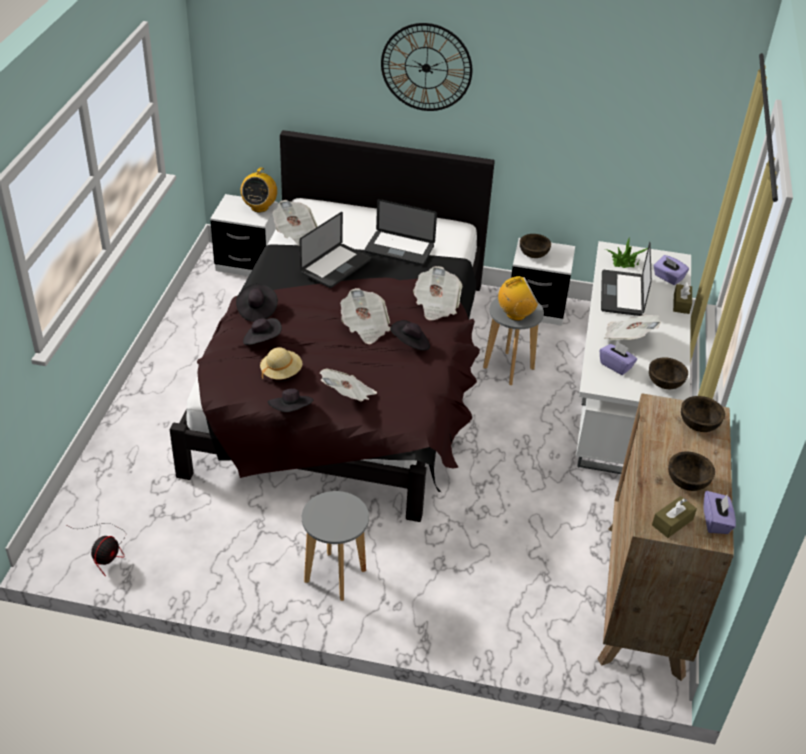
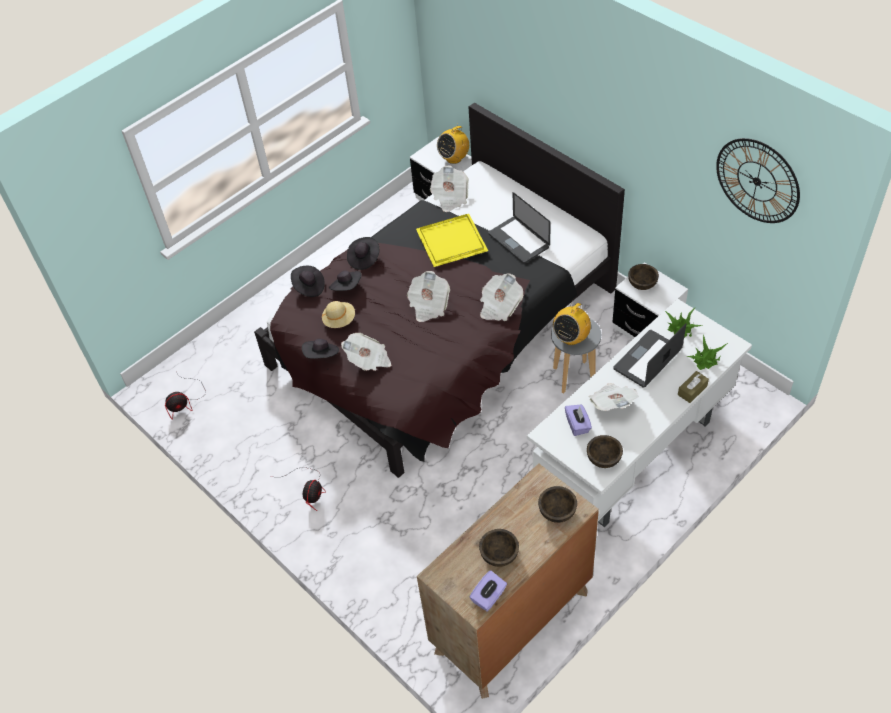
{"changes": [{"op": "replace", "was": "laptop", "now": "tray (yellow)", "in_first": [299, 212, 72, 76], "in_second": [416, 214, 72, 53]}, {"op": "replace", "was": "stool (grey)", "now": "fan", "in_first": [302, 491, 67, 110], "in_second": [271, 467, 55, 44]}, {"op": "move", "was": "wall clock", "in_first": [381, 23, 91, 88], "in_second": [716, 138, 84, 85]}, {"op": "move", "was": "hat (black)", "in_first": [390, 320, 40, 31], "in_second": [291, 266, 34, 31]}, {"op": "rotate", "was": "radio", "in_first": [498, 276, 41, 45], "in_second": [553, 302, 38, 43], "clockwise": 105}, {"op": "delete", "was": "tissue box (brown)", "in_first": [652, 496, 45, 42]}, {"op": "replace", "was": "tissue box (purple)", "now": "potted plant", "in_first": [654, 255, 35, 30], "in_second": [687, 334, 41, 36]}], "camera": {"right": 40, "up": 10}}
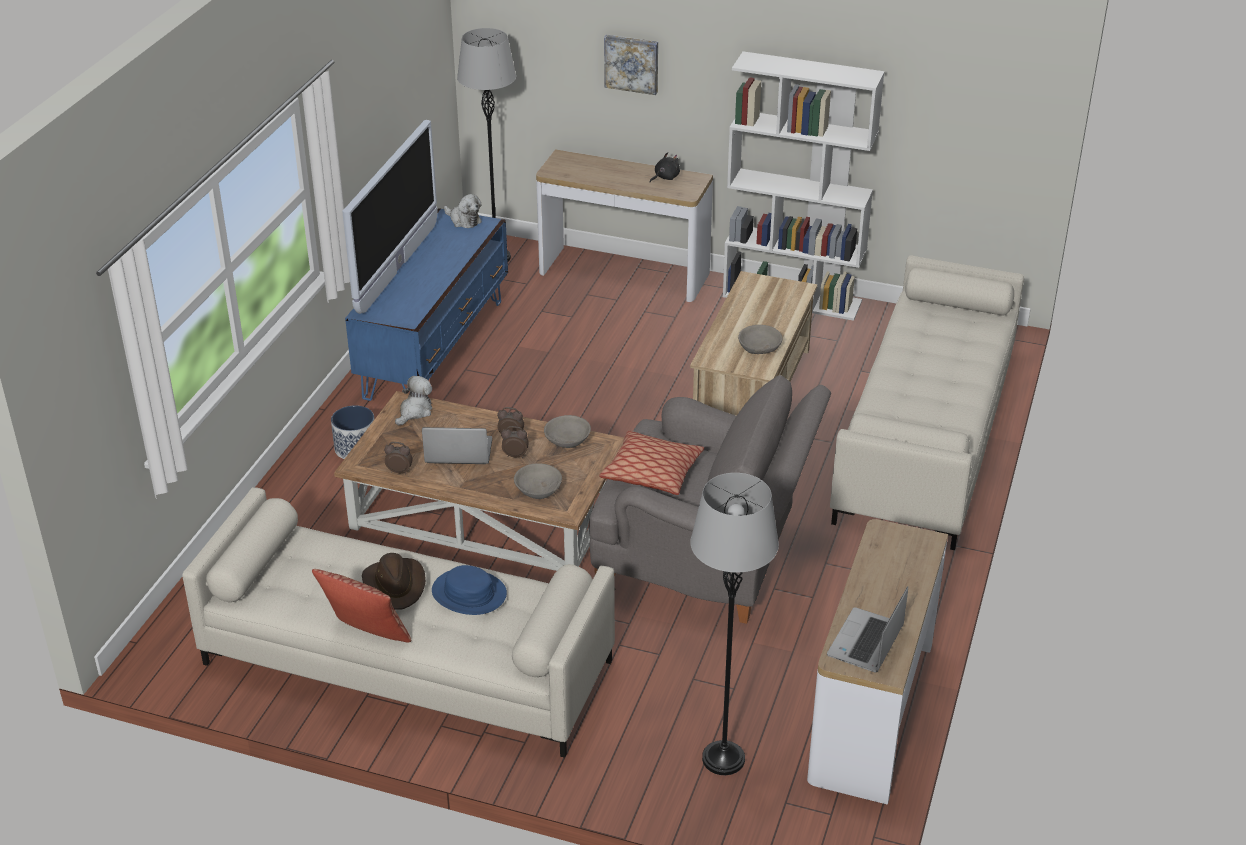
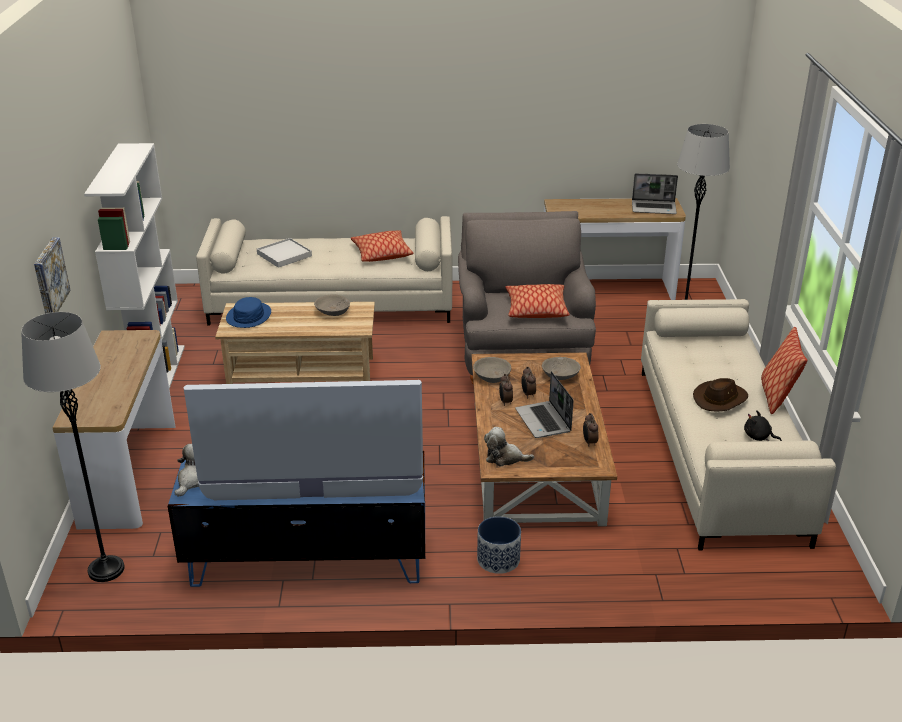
{"changes": [{"op": "move", "was": "hat (blue)", "in_first": [432, 565, 75, 50], "in_second": [226, 297, 45, 31]}, {"op": "move", "was": "plush toy (black)", "in_first": [650, 152, 30, 30], "in_second": [744, 410, 38, 31]}, {"op": "insert", "now": "tray (white)", "in_second": [257, 238, 55, 30]}, {"op": "insert", "now": "pillow", "in_second": [351, 230, 63, 32]}], "camera": {"right": -110, "up": -5}}
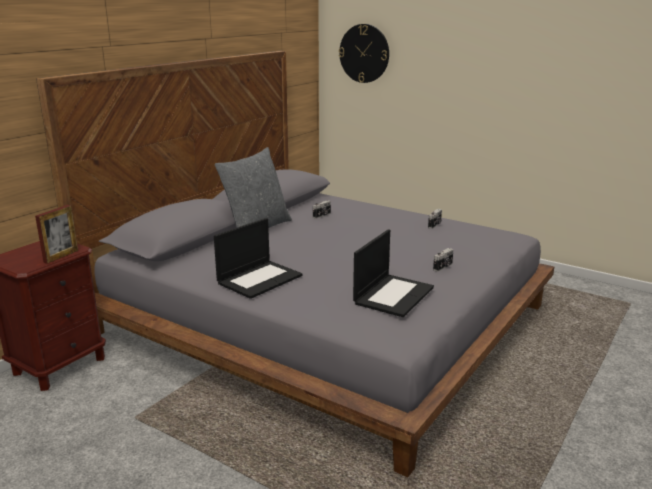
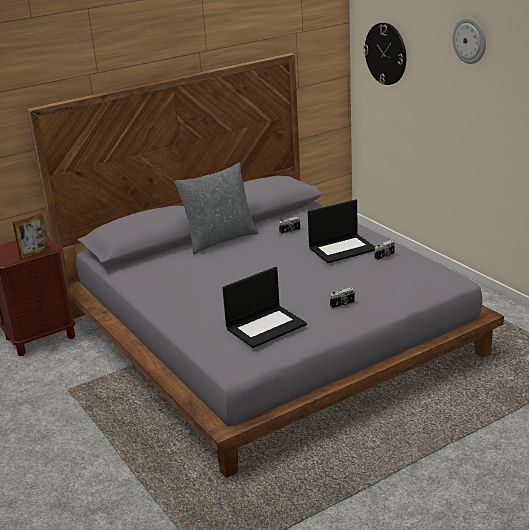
{"changes": [{"op": "move", "was": "laptop", "in_first": [214, 218, 88, 81], "in_second": [308, 199, 67, 64]}, {"op": "insert", "now": "wall clock", "in_second": [452, 18, 34, 46]}], "camera": {"right": 25, "up": 5}}
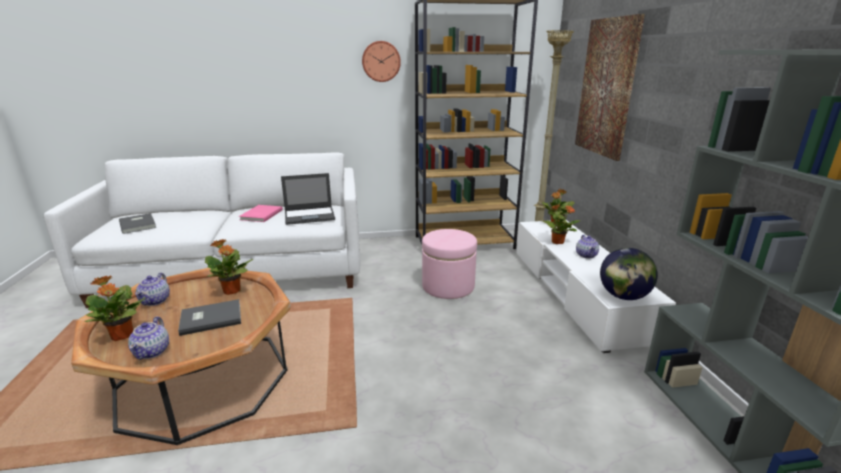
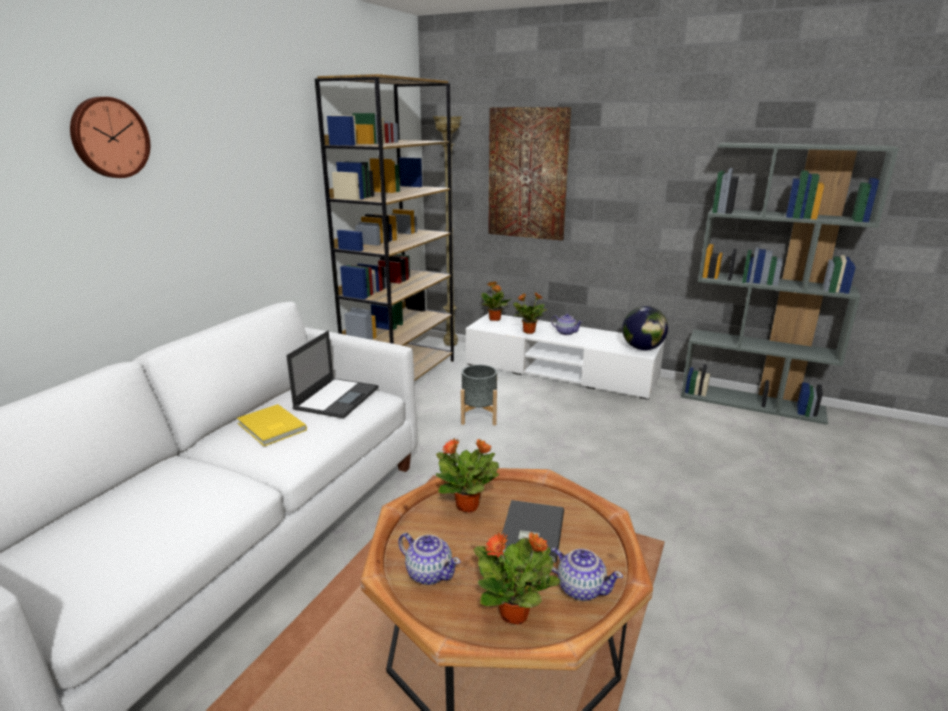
{"changes": [{"op": "delete", "was": "book (grey)", "in_first": [119, 213, 37, 21]}, {"op": "recolor", "was": "book (pink)", "now": "book (yellow)", "in_first": [239, 205, 44, 17], "in_second": [237, 404, 70, 42]}, {"op": "move", "was": "wall clock", "in_first": [362, 41, 39, 41], "in_second": [70, 97, 80, 81]}, {"op": "replace", "was": "ottoman (pink)", "now": "planter (grey)", "in_first": [422, 229, 55, 70], "in_second": [461, 365, 36, 60]}], "camera": {"right": -55, "up": 0}}
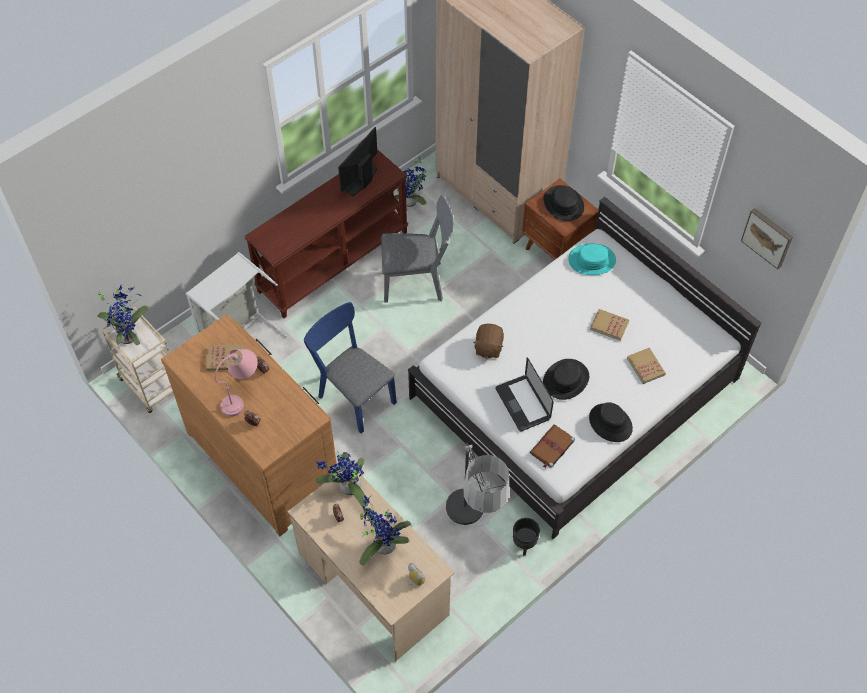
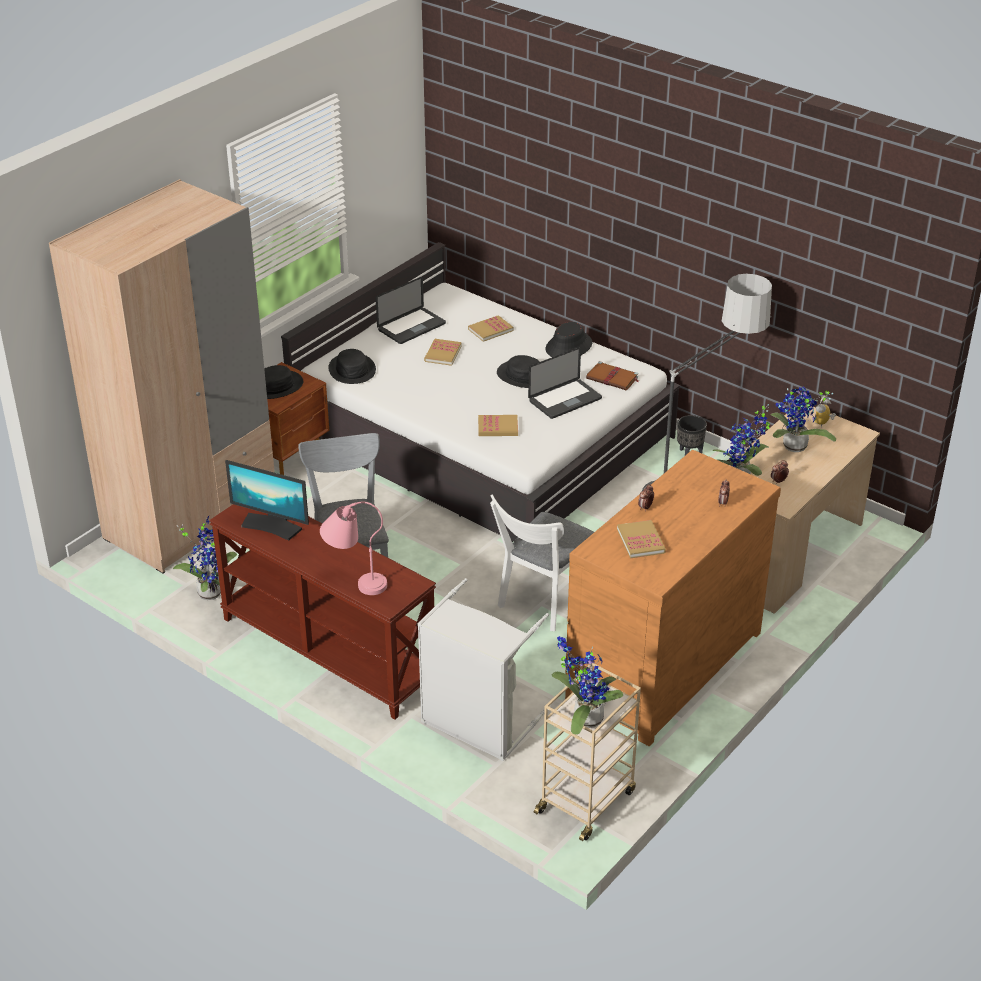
{"changes": [{"op": "move", "was": "table lamp (pink)", "in_first": [215, 349, 43, 68], "in_second": [320, 502, 67, 93]}, {"op": "recolor", "was": "chair (blue)", "now": "chair (white)", "in_first": [304, 302, 93, 132], "in_second": [490, 494, 104, 137]}, {"op": "replace", "was": "plush toy (brown)", "now": "book", "in_first": [473, 324, 31, 35], "in_second": [478, 415, 40, 21]}, {"op": "recolor", "was": "hat (turquoise)", "now": "hat (black)", "in_first": [568, 244, 48, 31], "in_second": [328, 349, 48, 35]}, {"op": "delete", "was": "picture", "in_first": [741, 208, 52, 62]}, {"op": "insert", "now": "laptop", "in_second": [376, 277, 70, 67]}], "camera": {"right": -100, "up": -20}}
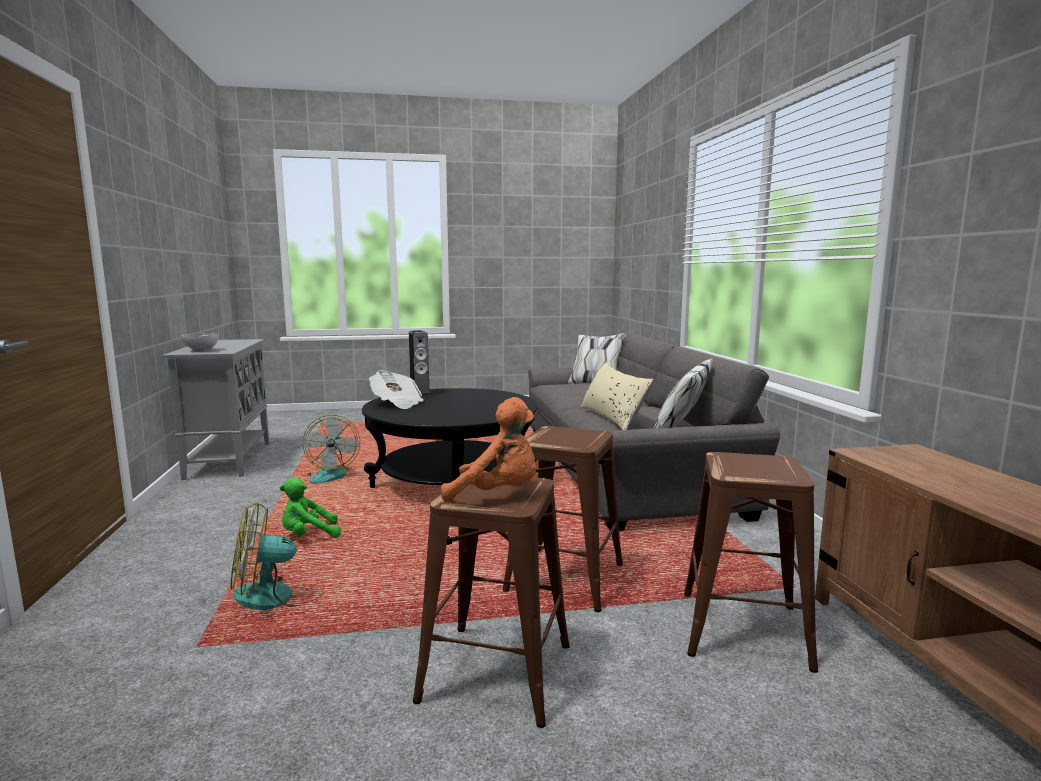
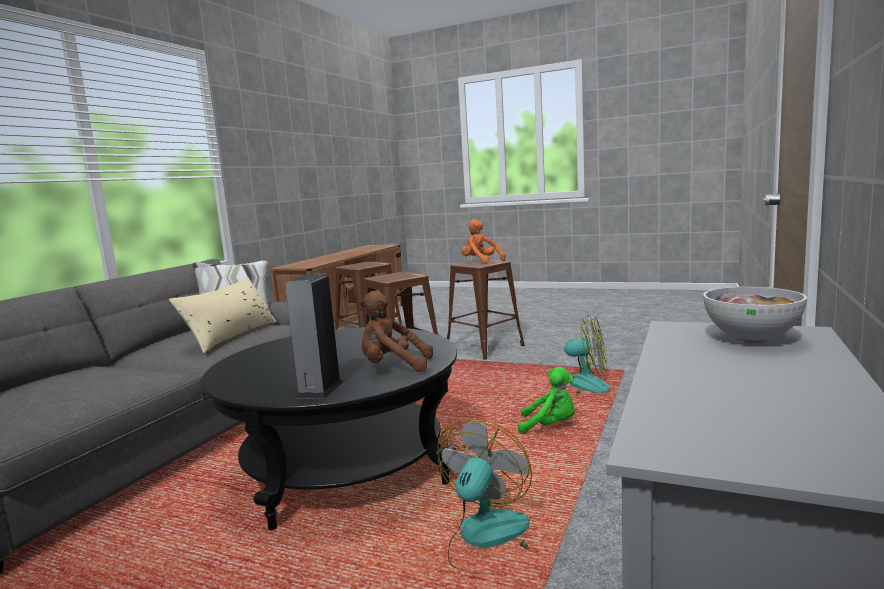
{"changes": [{"op": "replace", "was": "newspaper", "now": "plush toy (brown)", "in_first": [369, 370, 55, 39], "in_second": [360, 291, 73, 81]}], "camera": {"right": -145, "up": 0}}
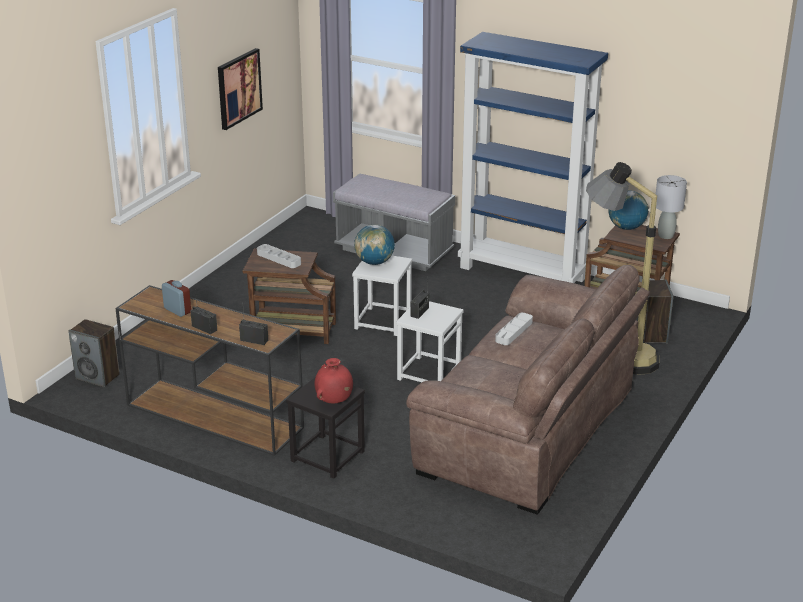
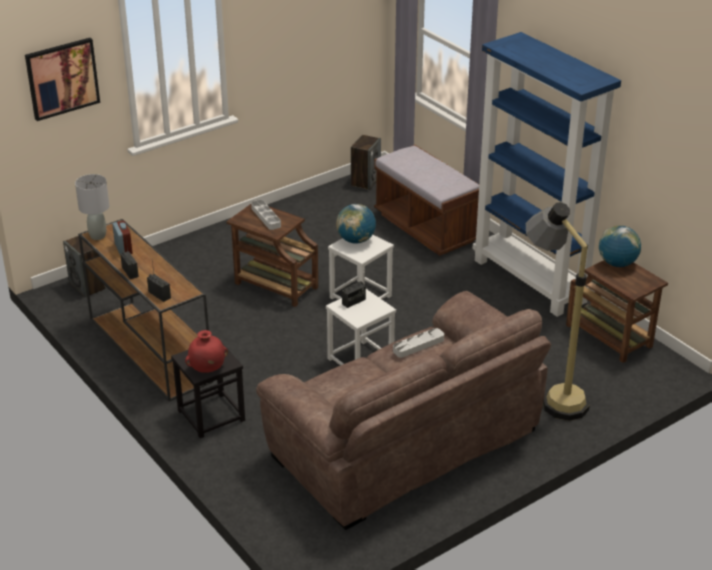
{"changes": [{"op": "move", "was": "picture", "in_first": [218, 48, 45, 82], "in_second": [25, 38, 75, 83]}, {"op": "recolor", "was": "bench (grey)", "now": "bench (brown)", "in_first": [333, 174, 122, 97], "in_second": [374, 145, 105, 111]}, {"op": "move", "was": "speaker", "in_first": [643, 280, 31, 63], "in_second": [351, 135, 30, 55]}, {"op": "move", "was": "table lamp (grey)", "in_first": [656, 175, 31, 64], "in_second": [75, 174, 34, 66]}], "camera": {"right": 25, "up": 5}}
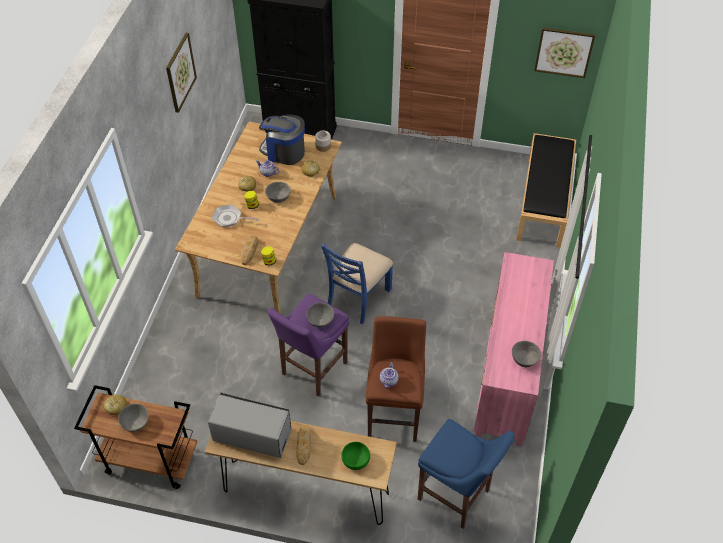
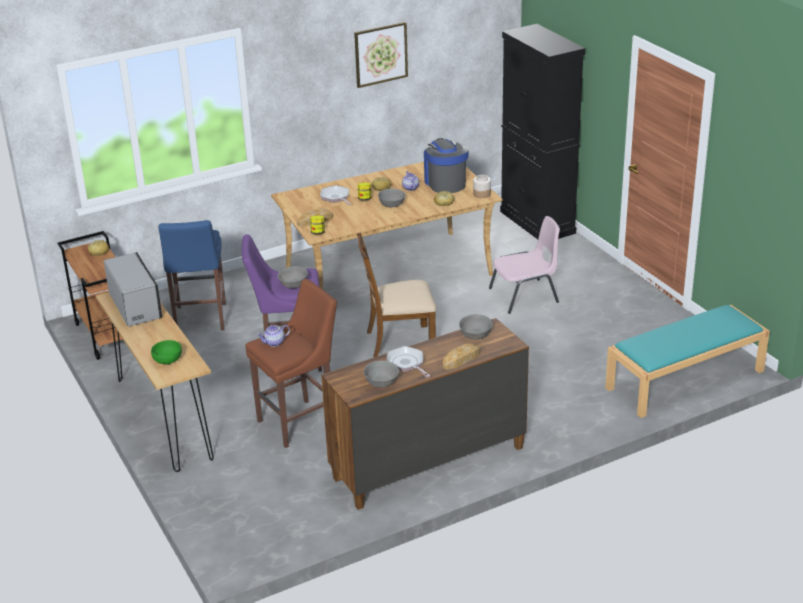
{"changes": [{"op": "move", "was": "bowl (grey)", "in_first": [118, 404, 31, 28], "in_second": [459, 314, 34, 25]}, {"op": "move", "was": "bread", "in_first": [296, 425, 15, 40], "in_second": [443, 344, 38, 25]}, {"op": "recolor", "was": "chair (blue)", "now": "chair (brown)", "in_first": [321, 243, 72, 81], "in_second": [357, 232, 80, 125]}, {"op": "move", "was": "stool (blue)", "in_first": [418, 419, 97, 110], "in_second": [158, 220, 68, 111]}, {"op": "recolor", "was": "dresser (pink)", "now": "dresser (brown)", "in_first": [474, 252, 80, 194], "in_second": [321, 318, 208, 192]}, {"op": "recolor", "was": "bench (black)", "now": "bench (turquoise)", "in_first": [516, 133, 60, 115], "in_second": [605, 305, 165, 113]}, {"op": "delete", "was": "picture", "in_first": [534, 27, 61, 51]}, {"op": "insert", "now": "frying pan", "in_second": [387, 346, 43, 31]}, {"op": "insert", "now": "chair (pink)", "in_second": [489, 216, 71, 98]}], "camera": {"right": 50, "up": -20}}
